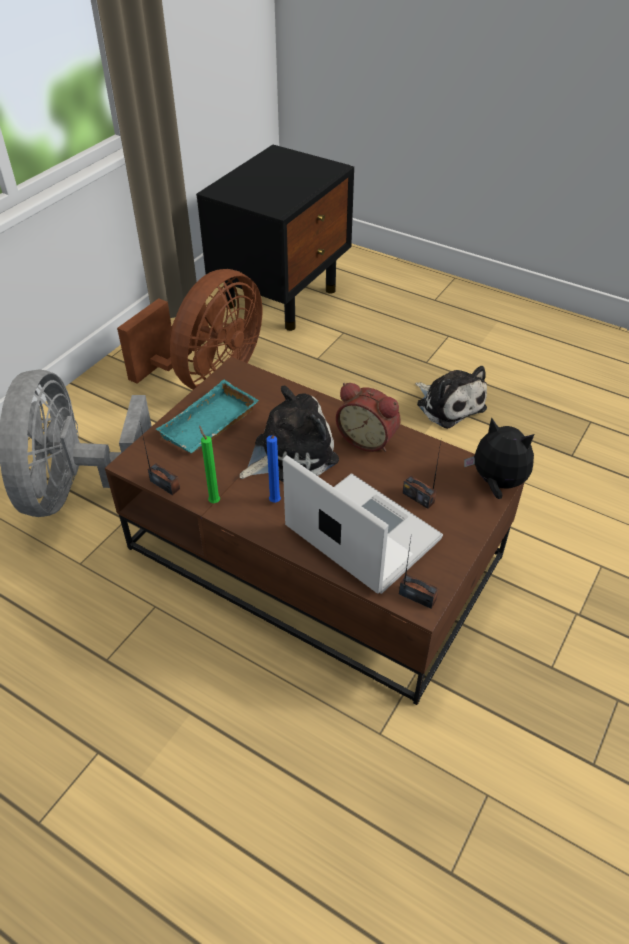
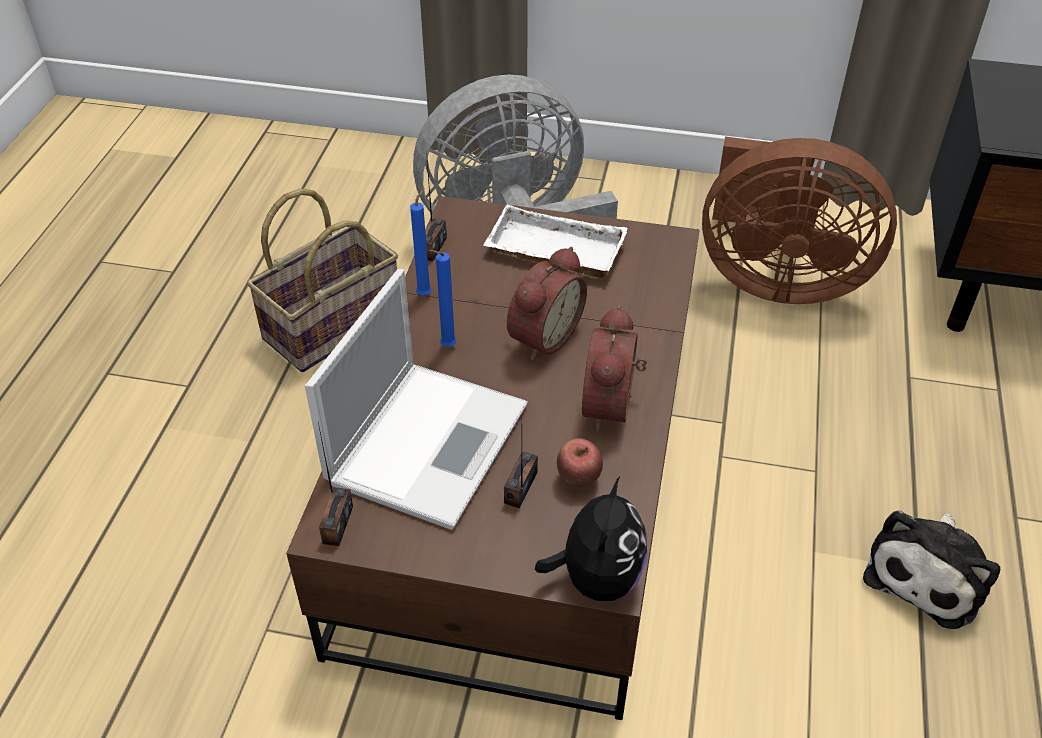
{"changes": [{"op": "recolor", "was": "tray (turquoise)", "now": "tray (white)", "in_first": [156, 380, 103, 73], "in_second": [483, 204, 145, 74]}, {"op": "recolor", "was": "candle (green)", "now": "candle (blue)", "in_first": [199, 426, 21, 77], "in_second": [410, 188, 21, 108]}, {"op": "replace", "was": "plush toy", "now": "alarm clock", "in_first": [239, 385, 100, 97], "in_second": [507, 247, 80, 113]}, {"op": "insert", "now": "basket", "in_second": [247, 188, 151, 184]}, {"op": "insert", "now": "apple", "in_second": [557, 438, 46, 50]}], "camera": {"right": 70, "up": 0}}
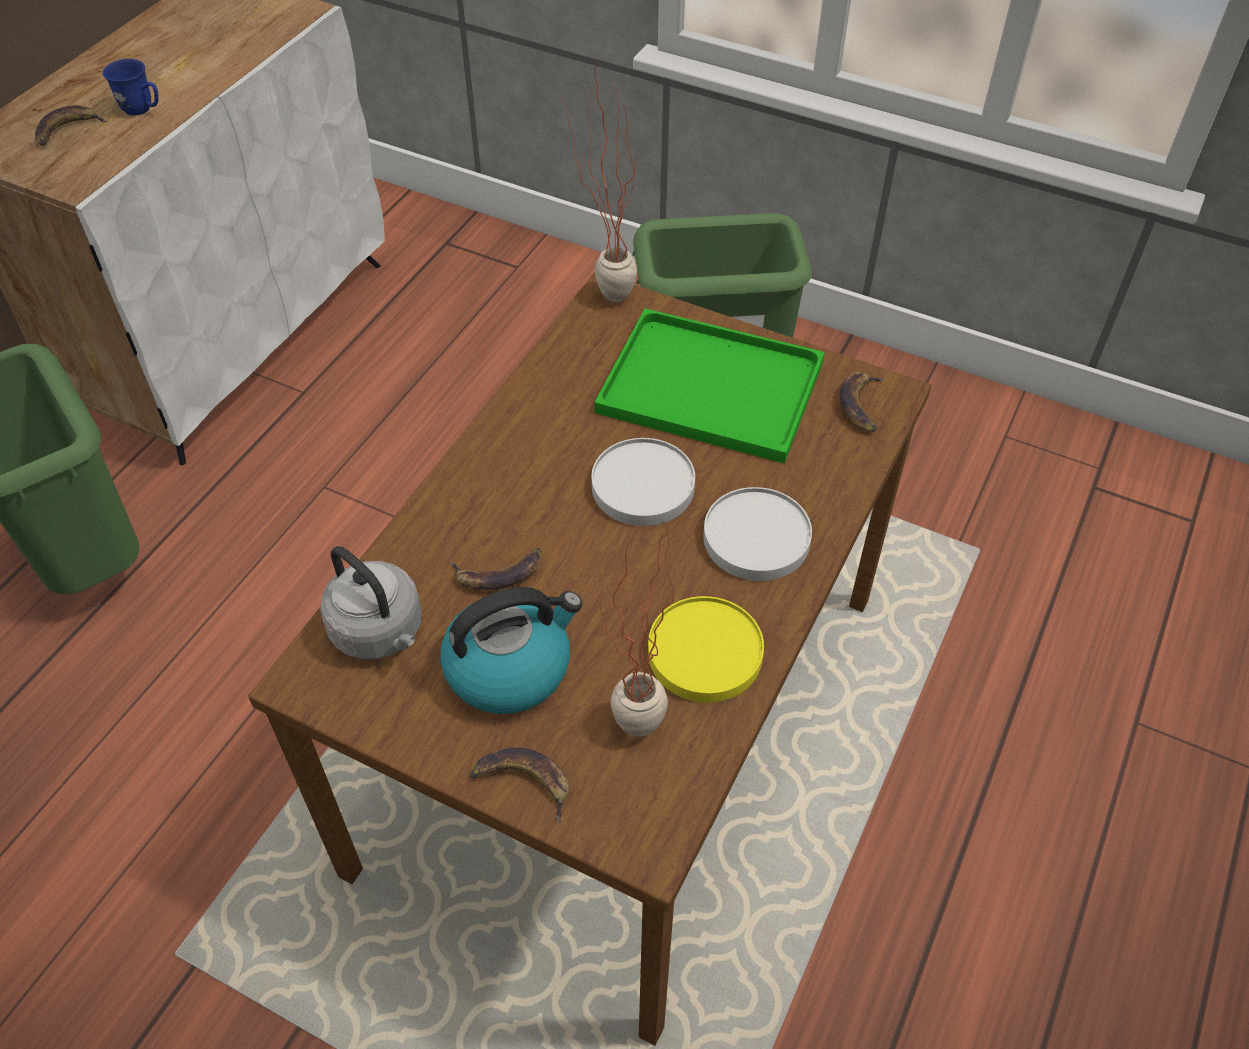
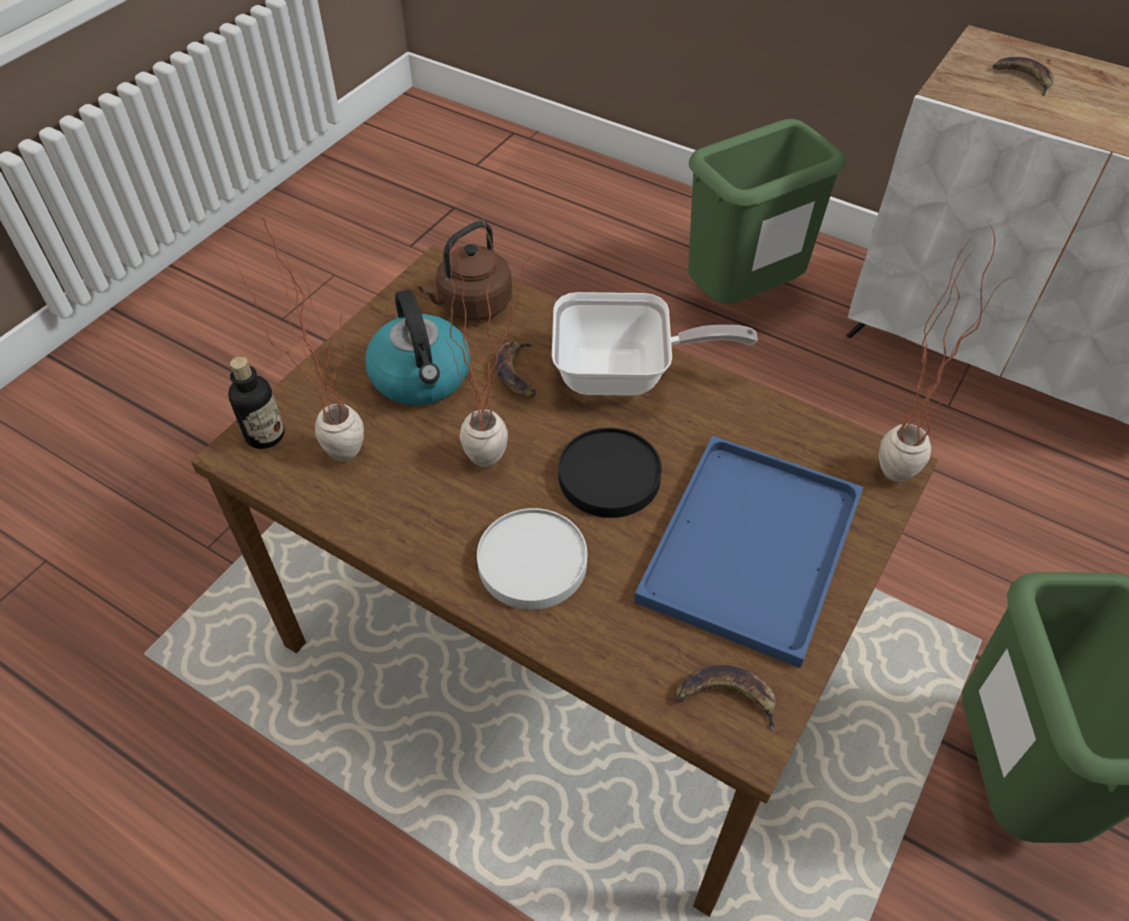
{"changes": [{"op": "delete", "was": "mug (blue)", "in_first": [103, 59, 56, 57]}, {"op": "recolor", "was": "kettle (grey)", "now": "kettle (brown)", "in_first": [320, 546, 102, 113], "in_second": [418, 221, 94, 99]}, {"op": "delete", "was": "banana", "in_first": [469, 748, 100, 76]}, {"op": "recolor", "was": "plate (white)", "now": "plate (black)", "in_first": [591, 438, 104, 88], "in_second": [559, 428, 103, 90]}, {"op": "recolor", "was": "tray (green)", "now": "tray (blue)", "in_first": [594, 309, 231, 154], "in_second": [634, 435, 230, 233]}, {"op": "delete", "was": "plate (yellow)", "in_first": [648, 596, 116, 107]}, {"op": "insert", "now": "bottle", "in_second": [228, 356, 57, 93]}, {"op": "insert", "now": "potted plant", "in_second": [445, 220, 85, 247]}, {"op": "insert", "now": "frying pan", "in_second": [552, 292, 206, 104]}], "camera": {"right": 95, "up": 0}}
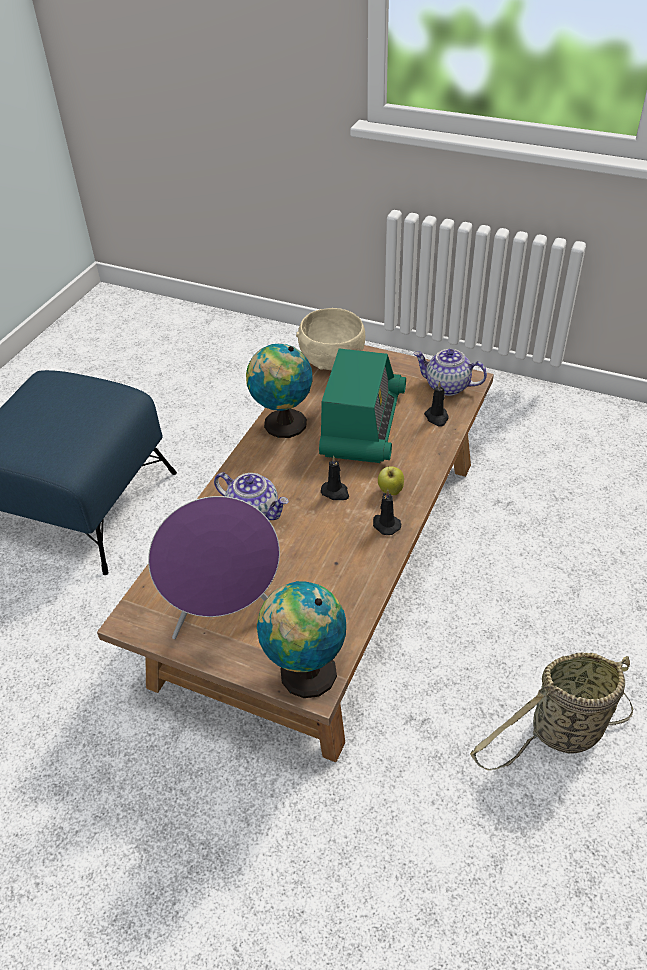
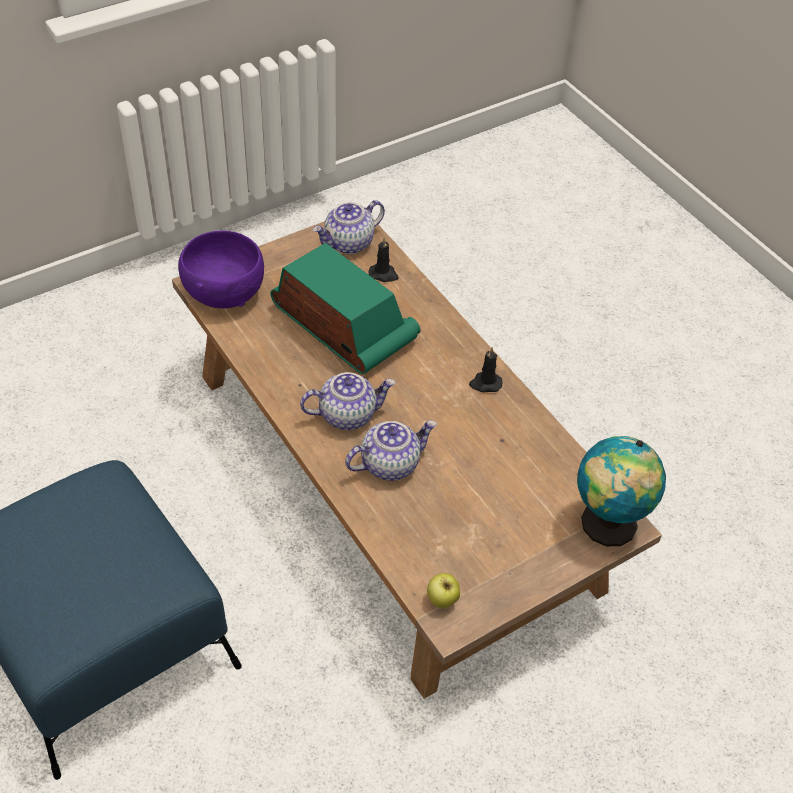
{"changes": [{"op": "delete", "was": "speaker (purple)", "in_first": [148, 496, 132, 143]}, {"op": "delete", "was": "globe", "in_first": [246, 344, 67, 94]}, {"op": "recolor", "was": "bowl (beige)", "now": "bowl (purple)", "in_first": [296, 308, 69, 62], "in_second": [178, 231, 86, 77]}, {"op": "delete", "was": "candle (black)", "in_first": [321, 456, 28, 44]}, {"op": "move", "was": "apple", "in_first": [378, 465, 26, 30], "in_second": [427, 573, 33, 35]}, {"op": "delete", "was": "basket", "in_first": [470, 652, 164, 119]}, {"op": "insert", "now": "teapot", "in_second": [300, 372, 95, 58]}], "camera": {"right": -60, "up": 5}}
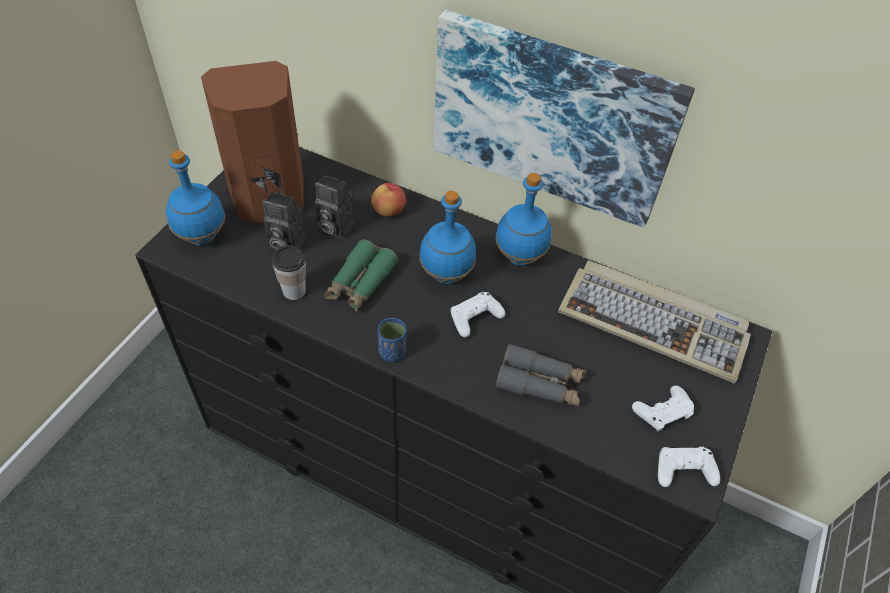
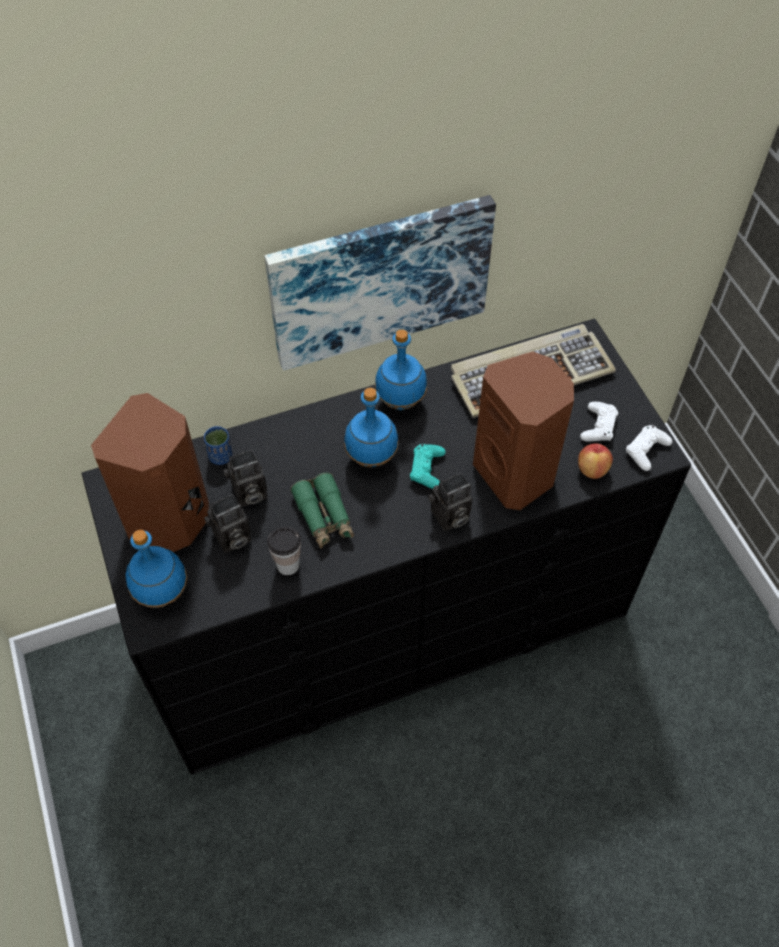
{"changes": [{"op": "move", "was": "apple", "in_first": [371, 183, 35, 33], "in_second": [578, 443, 35, 36]}, {"op": "move", "was": "cup (blue)", "in_first": [378, 318, 28, 44], "in_second": [204, 426, 28, 39]}, {"op": "recolor", "was": "game controller (white)", "now": "game controller (turquoise)", "in_first": [451, 292, 54, 45], "in_second": [410, 444, 36, 45]}, {"op": "replace", "was": "binoculars (grey)", "now": "speaker (brown)", "in_first": [496, 343, 91, 63], "in_second": [473, 351, 101, 159]}, {"op": "insert", "now": "photo camera", "in_second": [428, 473, 44, 58]}], "camera": {"right": -45, "up": 5}}
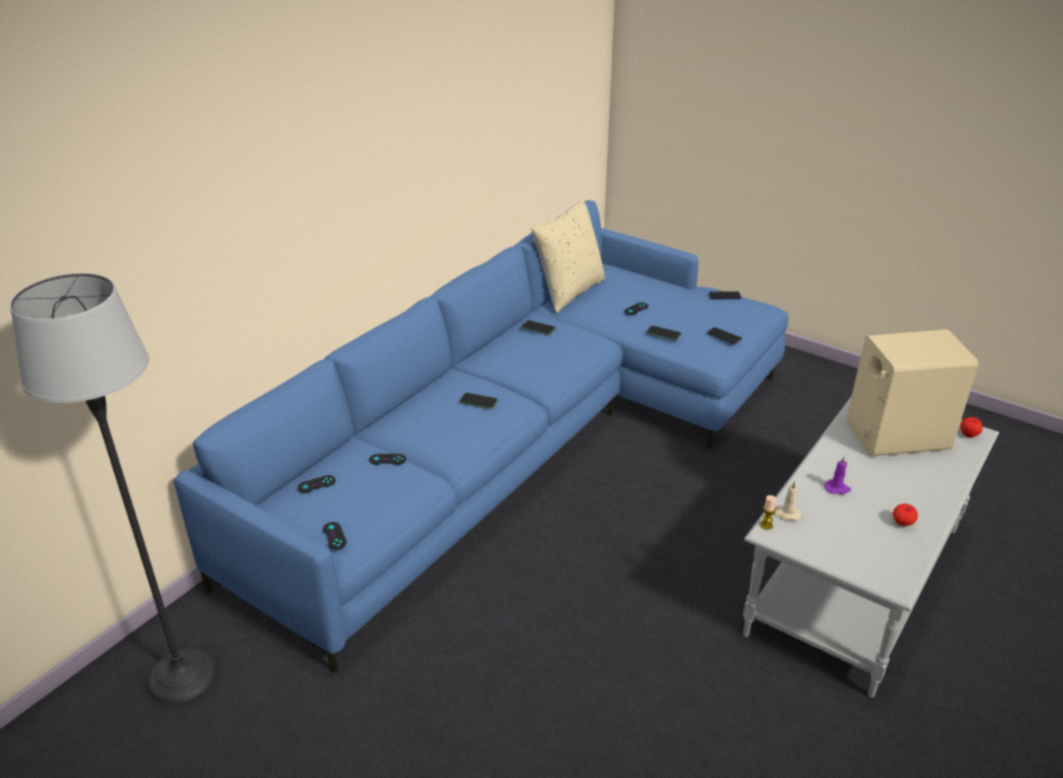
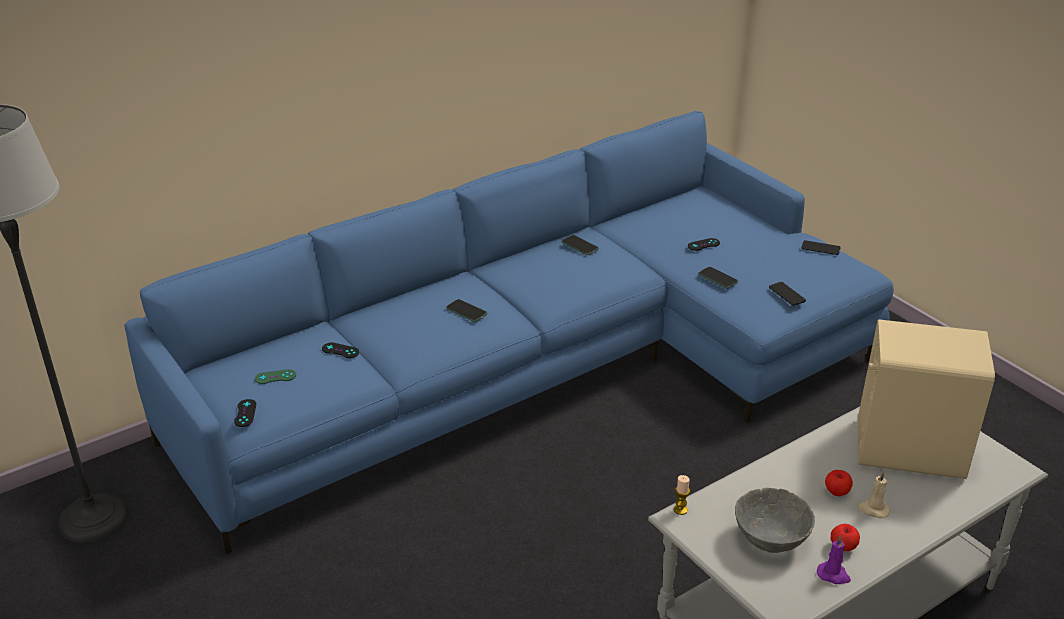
{"changes": [{"op": "delete", "was": "game controller (black)", "in_first": [298, 475, 38, 18]}, {"op": "delete", "was": "pillow (beige)", "in_first": [531, 198, 74, 115]}, {"op": "move", "was": "candle (beige)", "in_first": [773, 481, 28, 39], "in_second": [857, 472, 33, 46]}, {"op": "move", "was": "candle (purple)", "in_first": [825, 456, 26, 39], "in_second": [817, 535, 34, 49]}, {"op": "move", "was": "apple", "in_first": [960, 417, 23, 21], "in_second": [825, 470, 28, 26]}, {"op": "insert", "now": "game controller (green)", "in_second": [255, 369, 41, 15]}, {"op": "insert", "now": "bowl (grey)", "in_second": [735, 488, 80, 65]}], "camera": {"right": 20, "up": 0}}
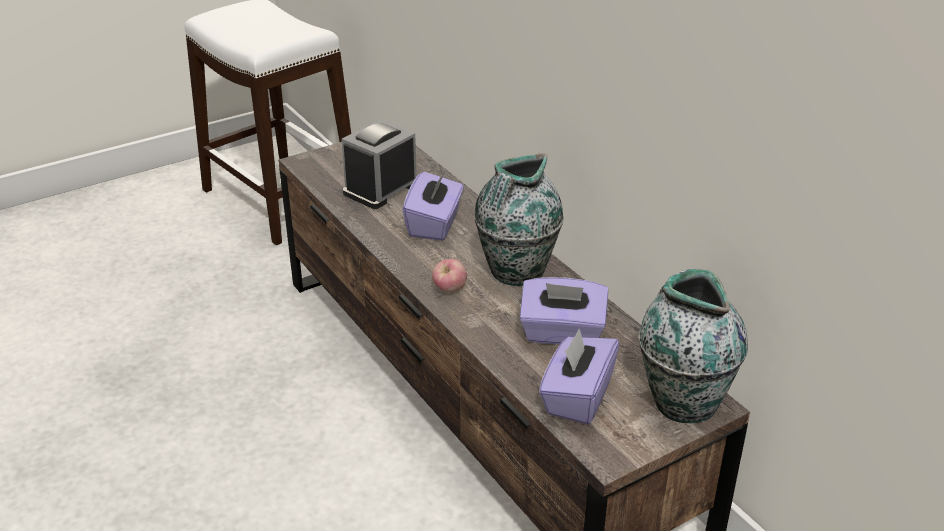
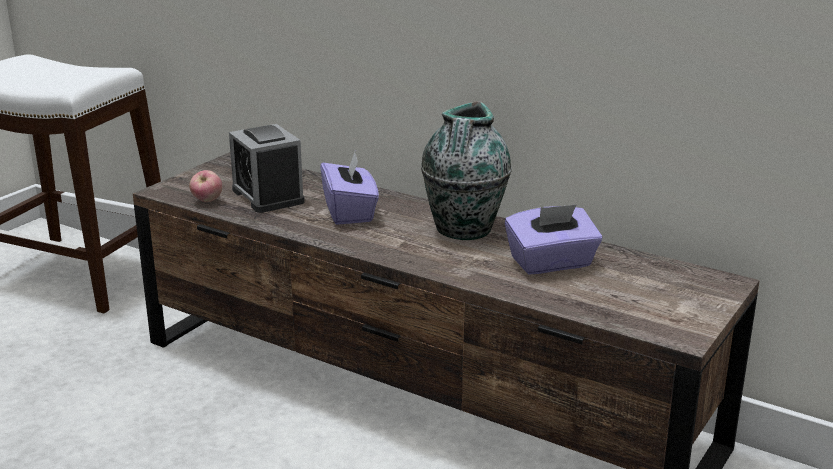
{"changes": [{"op": "rotate", "was": "alarm clock", "in_first": [341, 120, 76, 89], "in_second": [229, 124, 76, 89], "clockwise": -45}, {"op": "move", "was": "apple", "in_first": [432, 259, 35, 34], "in_second": [189, 170, 33, 32]}, {"op": "delete", "was": "tissue box (purple)", "in_first": [539, 328, 80, 97]}, {"op": "delete", "was": "vase", "in_first": [639, 269, 109, 154]}], "camera": {"right": -25, "up": -10}}
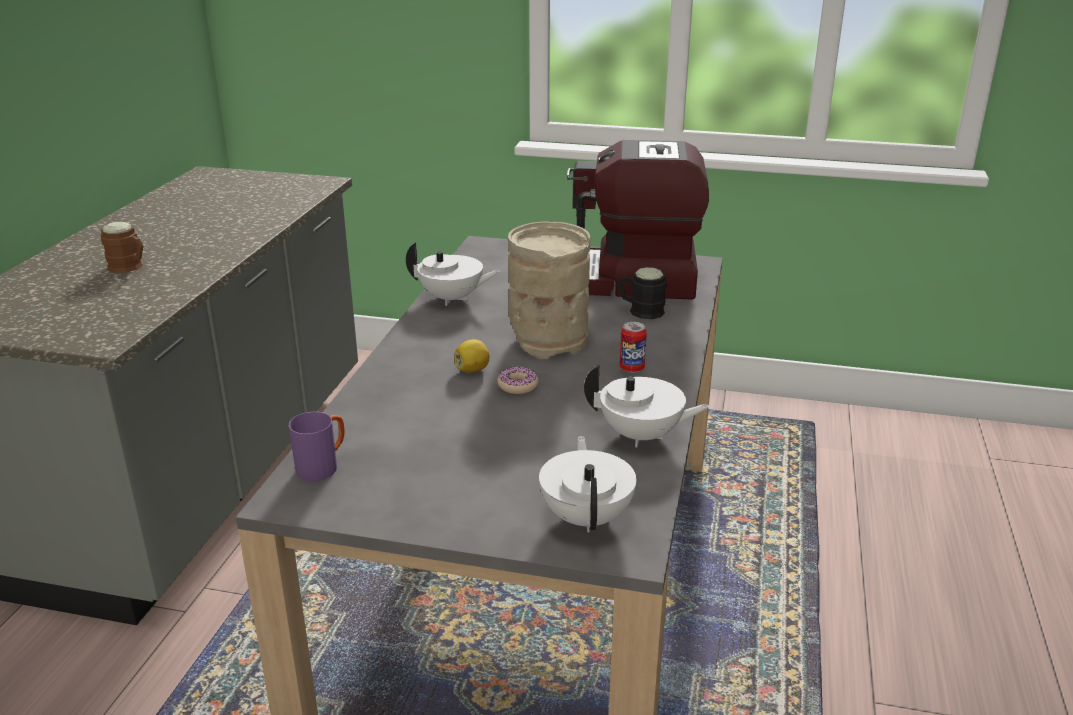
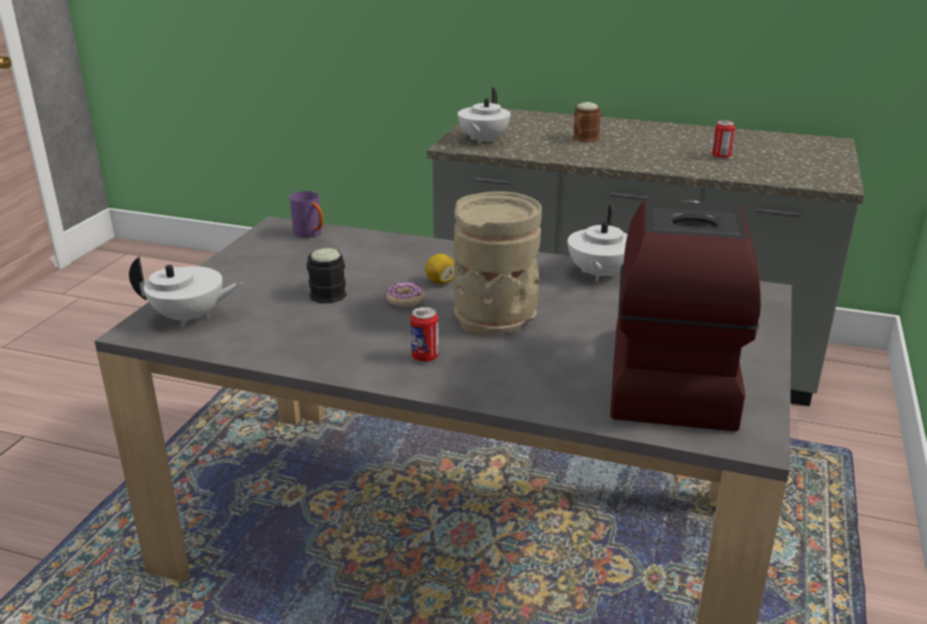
{"changes": [{"op": "move", "was": "teapot (white)", "in_first": [584, 364, 126, 83], "in_second": [458, 88, 52, 56]}, {"op": "move", "was": "mug (black)", "in_first": [617, 267, 50, 52], "in_second": [307, 248, 40, 55]}, {"op": "insert", "now": "can", "in_second": [712, 121, 23, 38]}], "camera": {"right": 95, "up": 0}}
